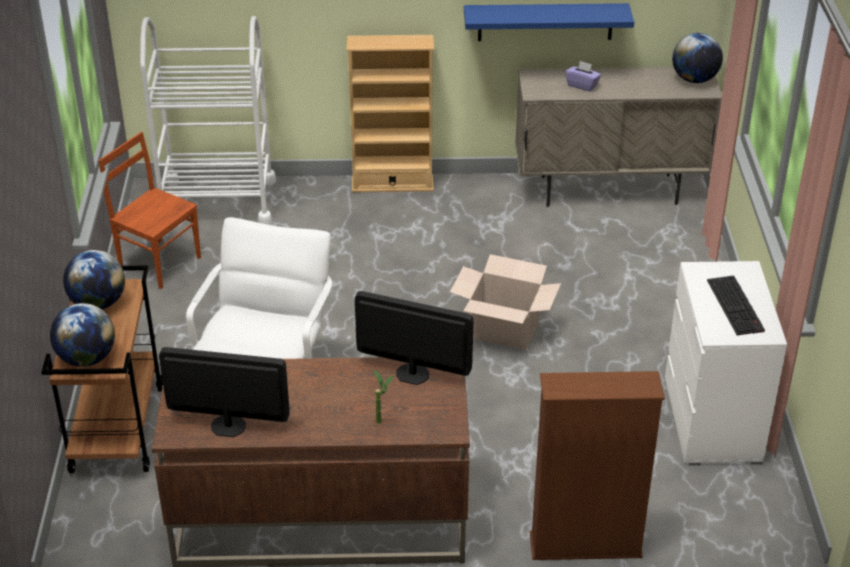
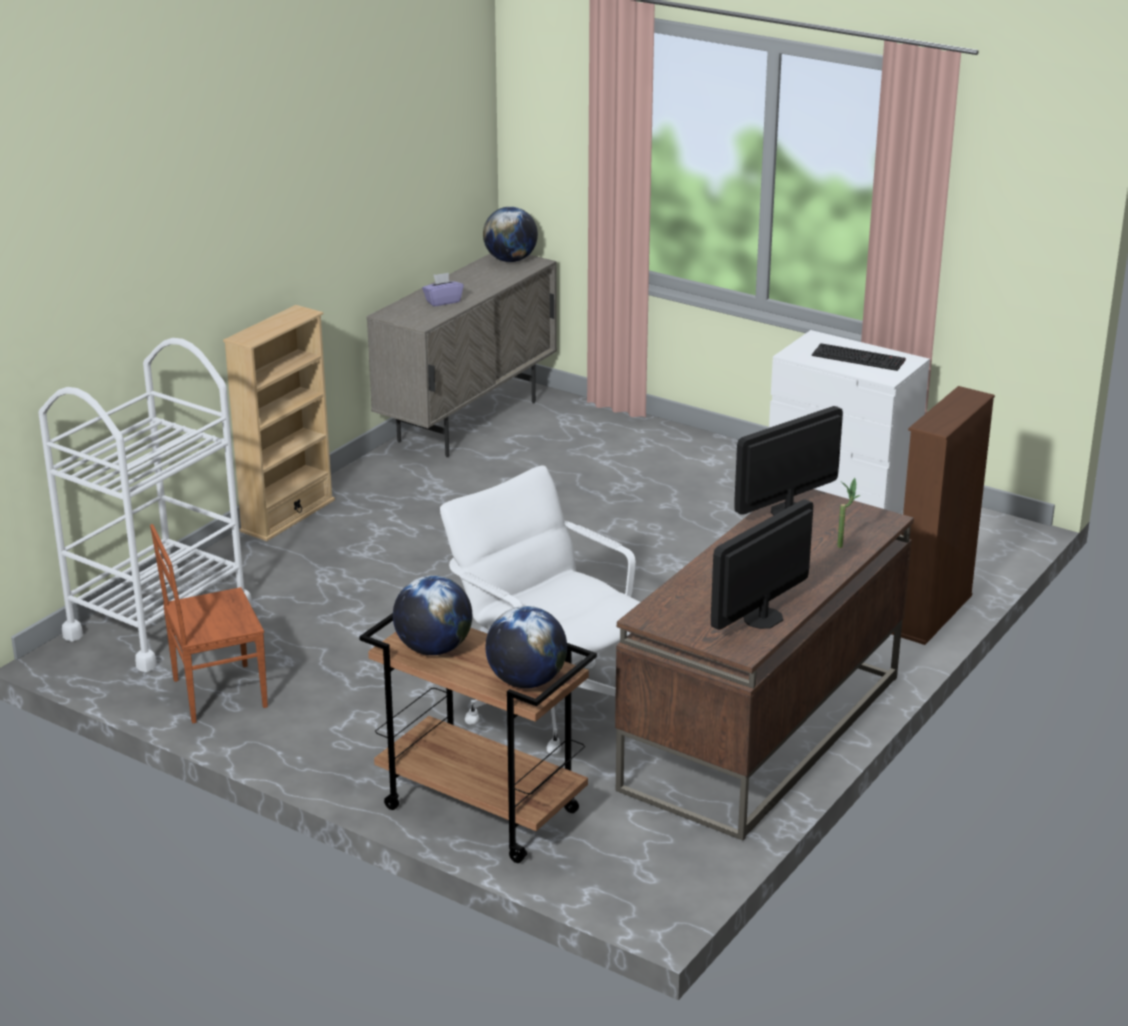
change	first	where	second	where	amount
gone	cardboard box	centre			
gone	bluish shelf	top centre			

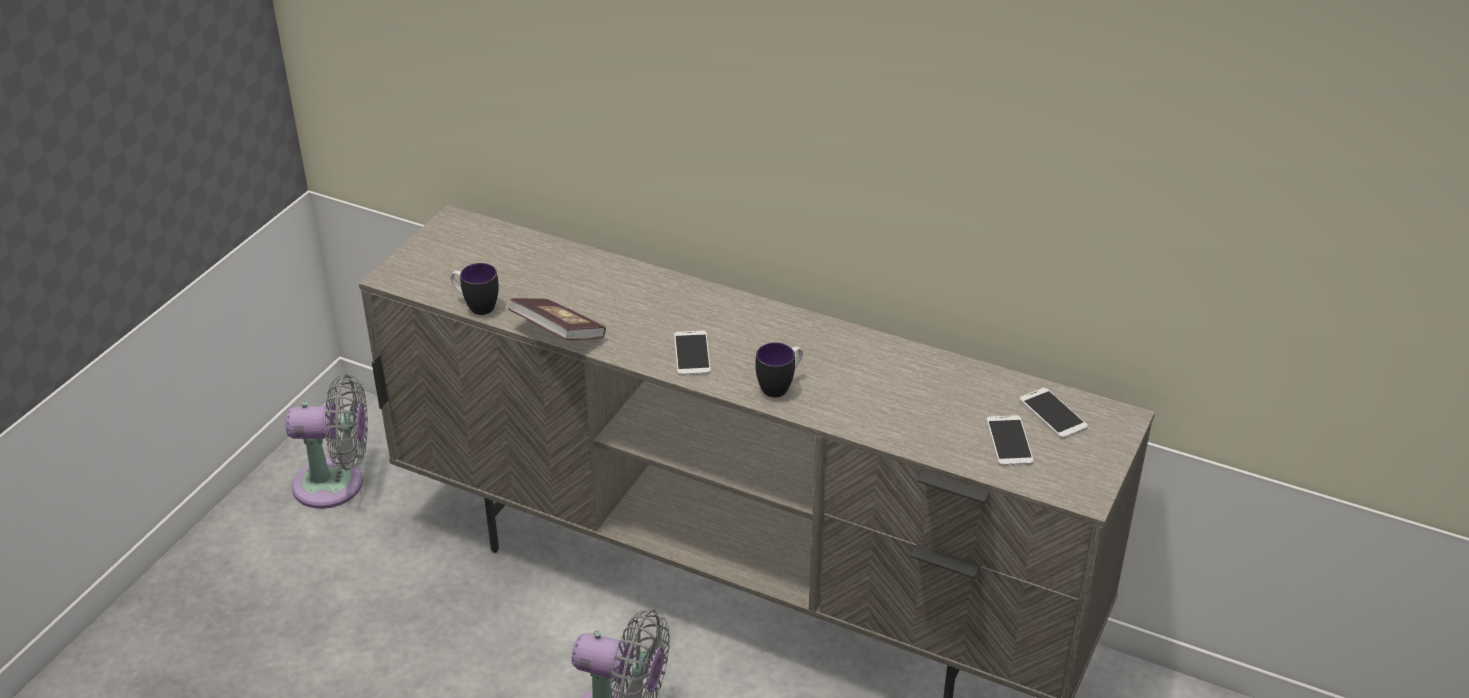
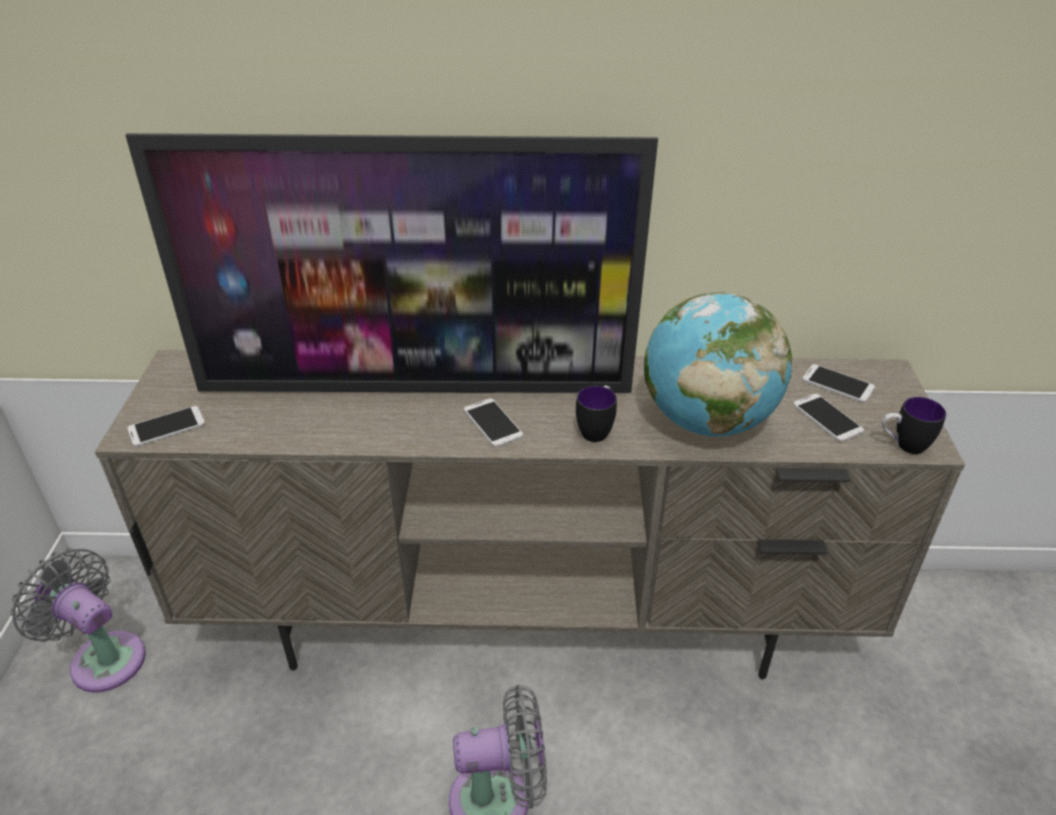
change	first	where	second	where	amount
rotated	greyish fan (no. 1 from left)	middle left		bottom left	120 degrees counterclockwise
shifted	coffee mug (no. 1 from left in the first image)	middle left	coffee mug (no. 2 from left)	middle right	
gone	bound book	centre			
new			television	top centre	
new			phone (no. 1 from left)	middle left	
new			globe	middle right	

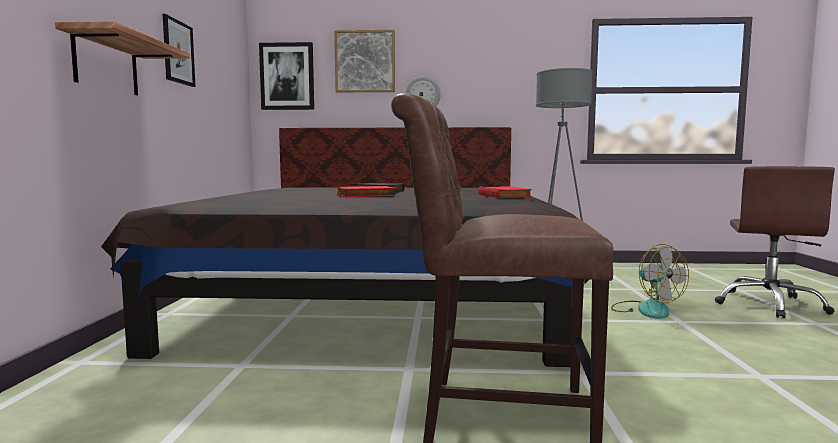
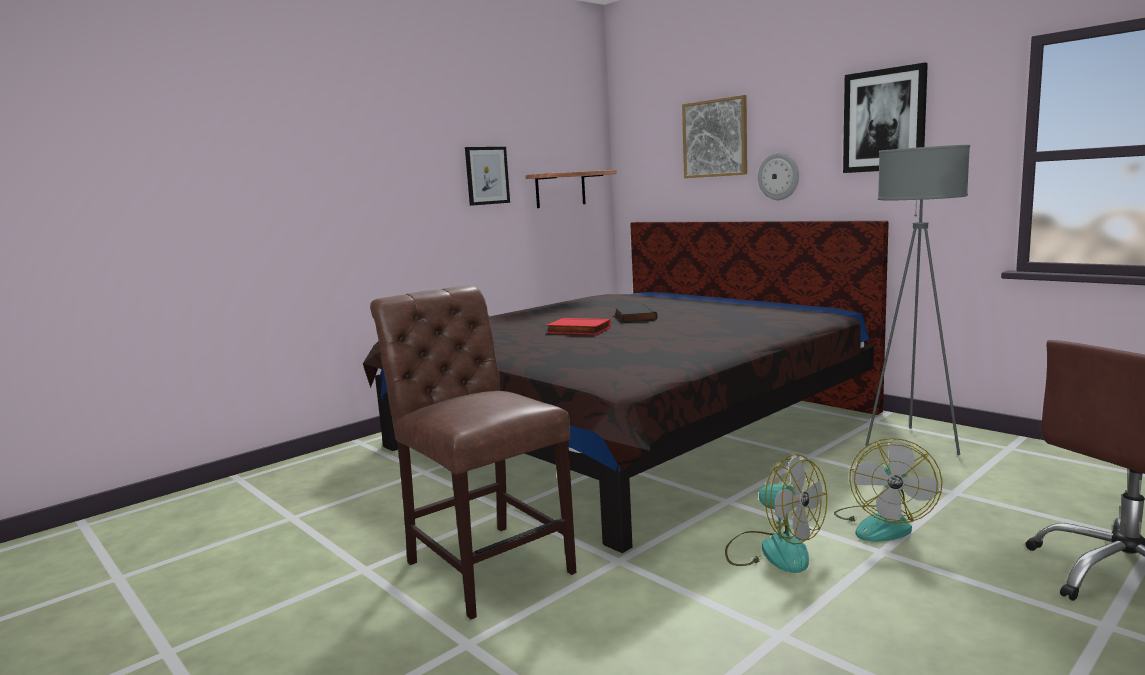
change	first	where	second	where	amount
shifted	shelf	top left		top centre	
shifted	wall art (no. 2 from left in the first image)	top centre	wall art (no. 3 from left)	top right	
gone	reddish bound book (no. 2 from left)	centre			
new			fan (no. 1 from left)	bottom right	

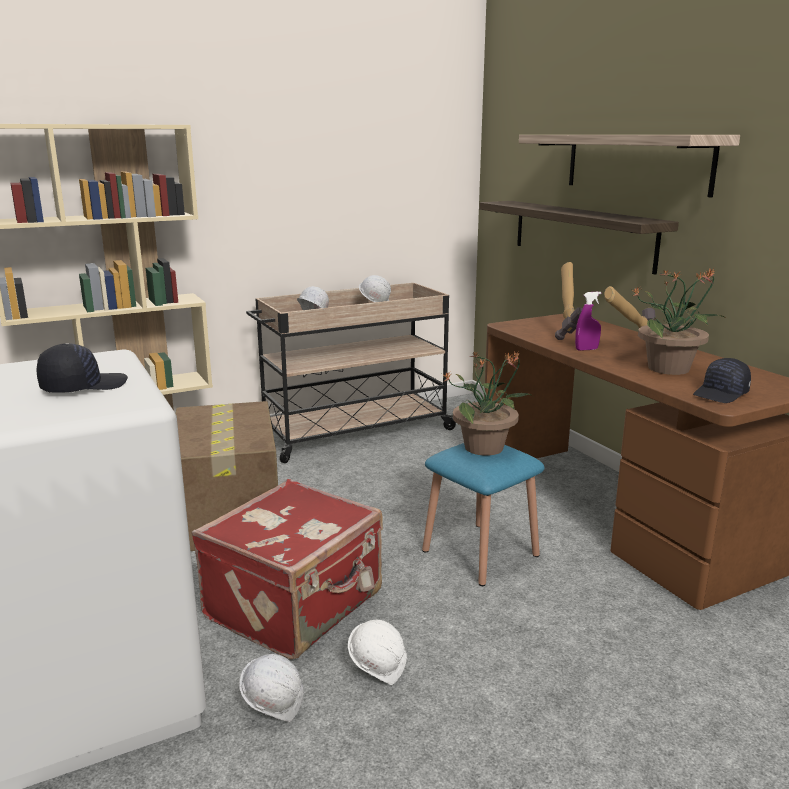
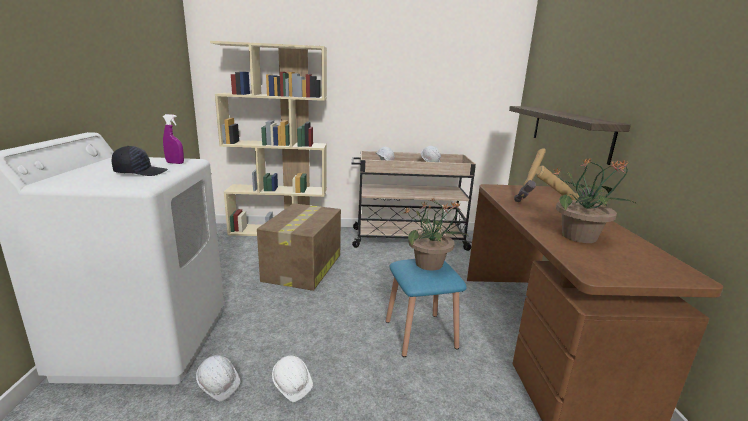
change	first	where	second	where	amount
gone	reddish travel case	bottom centre			
gone	shelf (no. 2 from left)	top right			
shifted	purplish sprayer	middle right		top left	
gone	black peaked cap (no. 2 from left)	middle right			

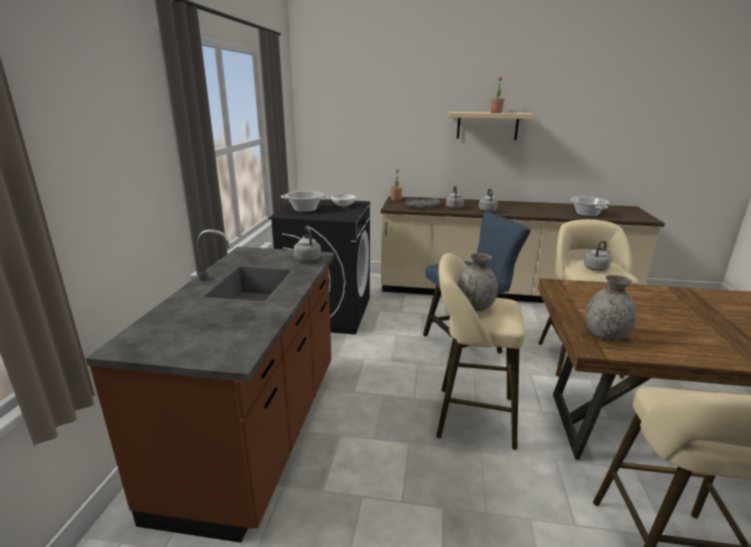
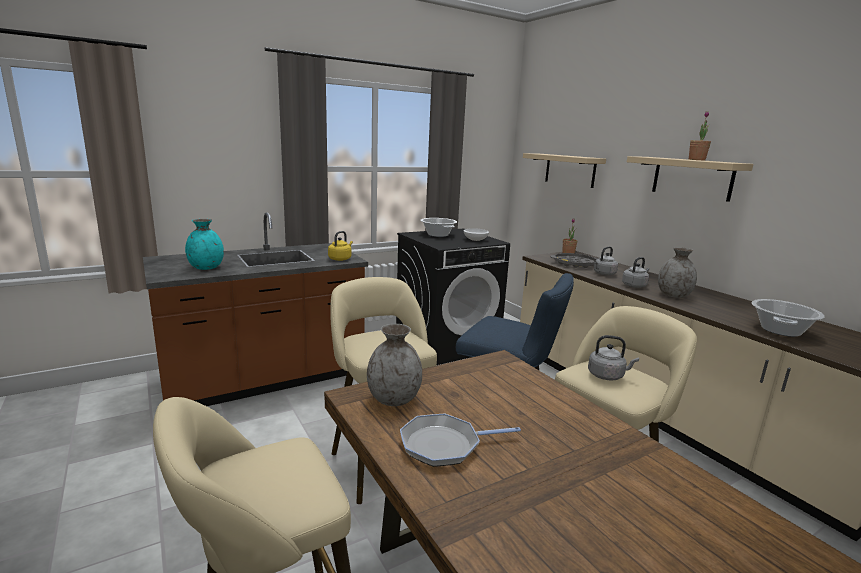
change	first	where	second	where	amount
repainted	greyish water kettle (no. 1 from left)	centre	yellowish water kettle	centre	
shifted	greyish vase (no. 1 from left in the first image)	centre	greyish vase (no. 2 from left)	middle right	
new			blue-green vase	middle left	
new			frying pan	bottom centre	
new			beige-coloured shelf (no. 1 from left)	top centre	

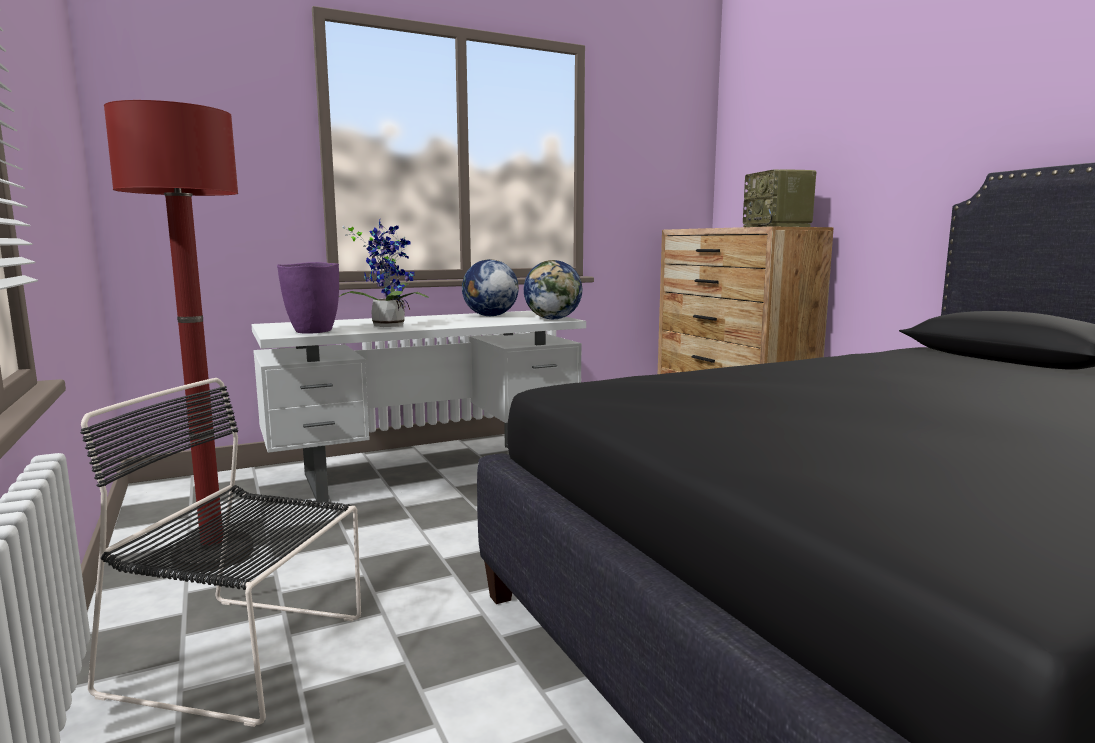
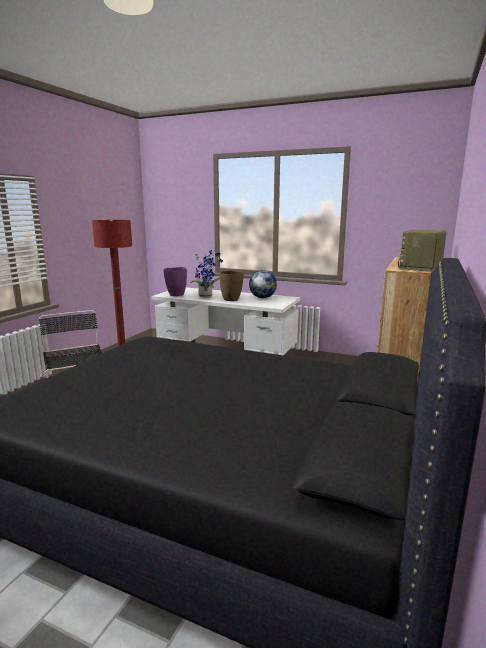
change	first	where	second	where	amount
gone	globe (no. 2 from left)	centre			
new			brown vase	centre	

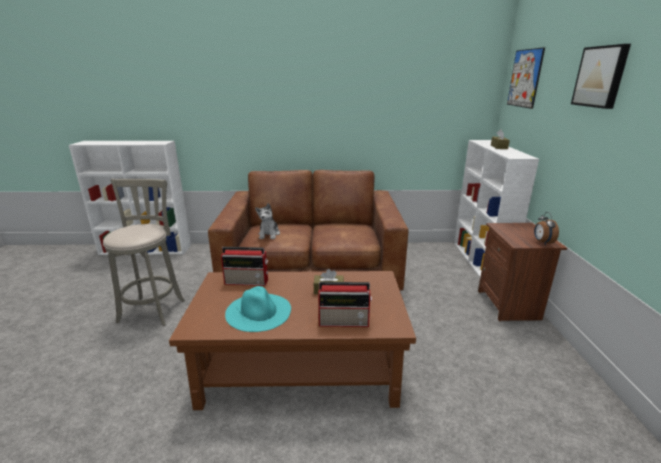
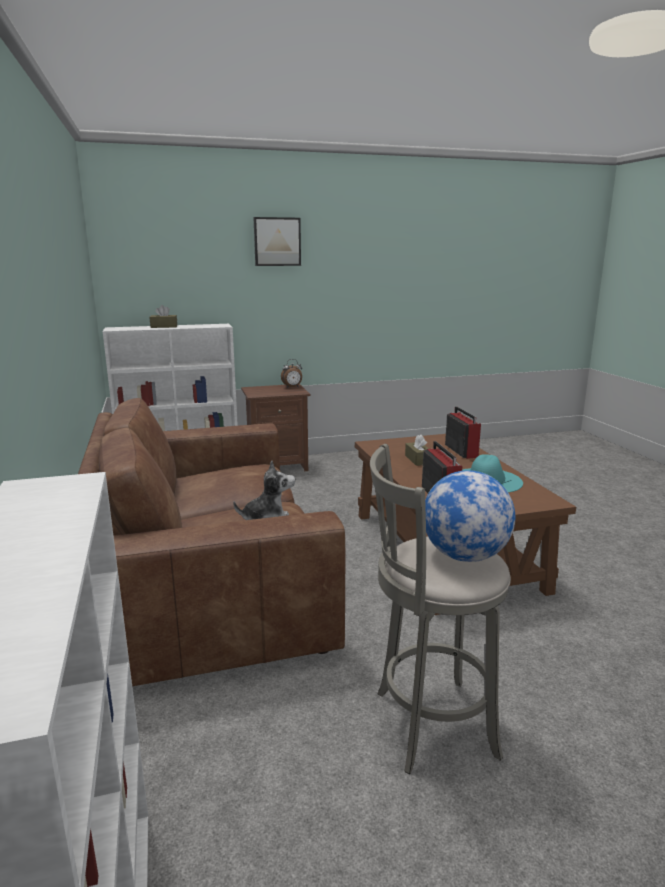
change	first	where	second	where	amount
gone	wall art (no. 1 from left)	top right			
new			globe	middle right	

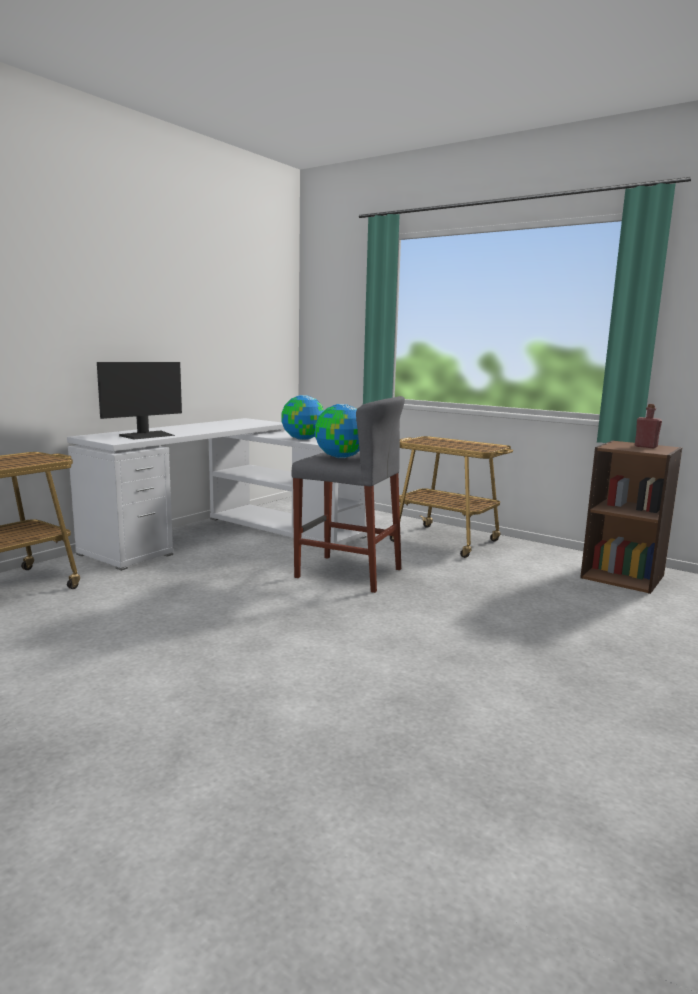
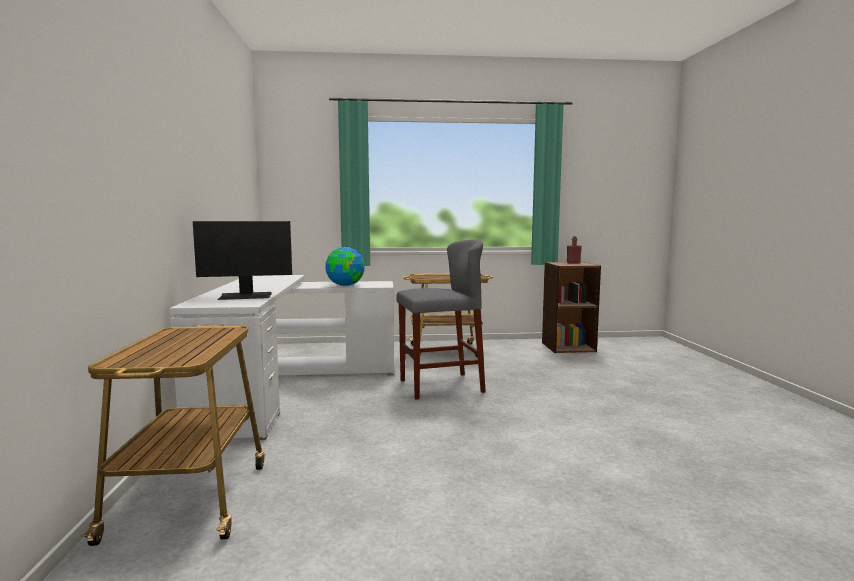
change	first	where	second	where	amount
rotated	computer screen	middle left		middle left	75 degrees clockwise
gone	globe (no. 2 from left)	centre			

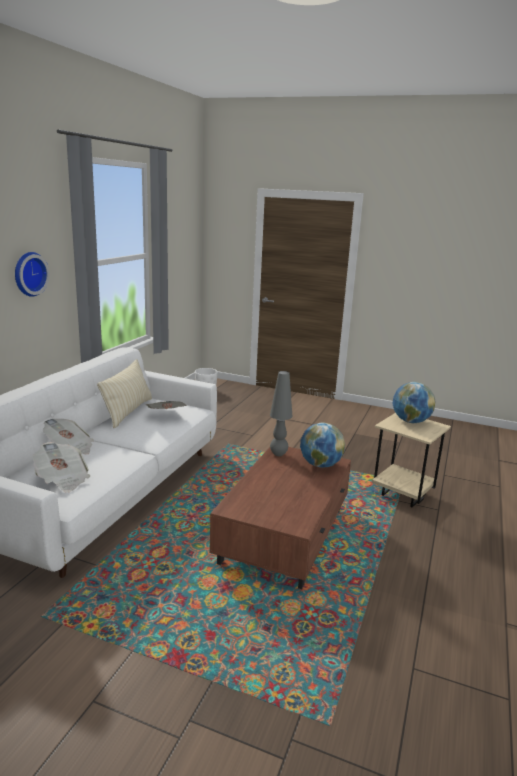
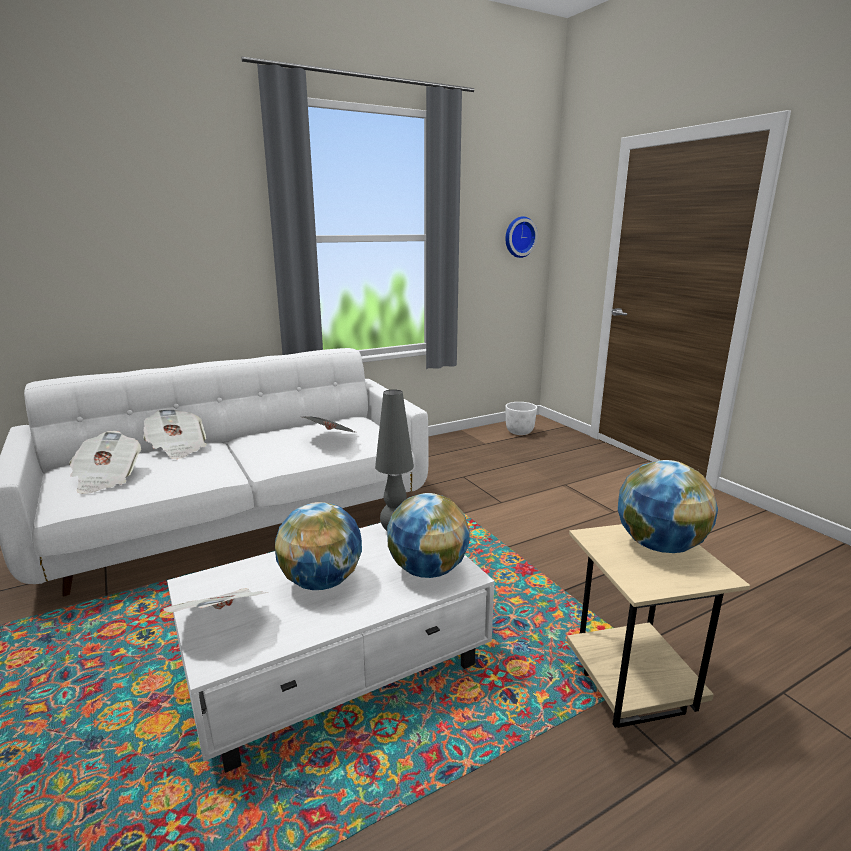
change	first	where	second	where	amount
shifted	clock on the wall	middle left		top centre	
gone	beige-coloured cushion	middle left			
repainted	brown lounge table	bottom centre	white-coloured lounge table	bottom centre	
new			printed paper (no. 3 from left)	bottom left	
new			globe (no. 1 from left)	centre	

